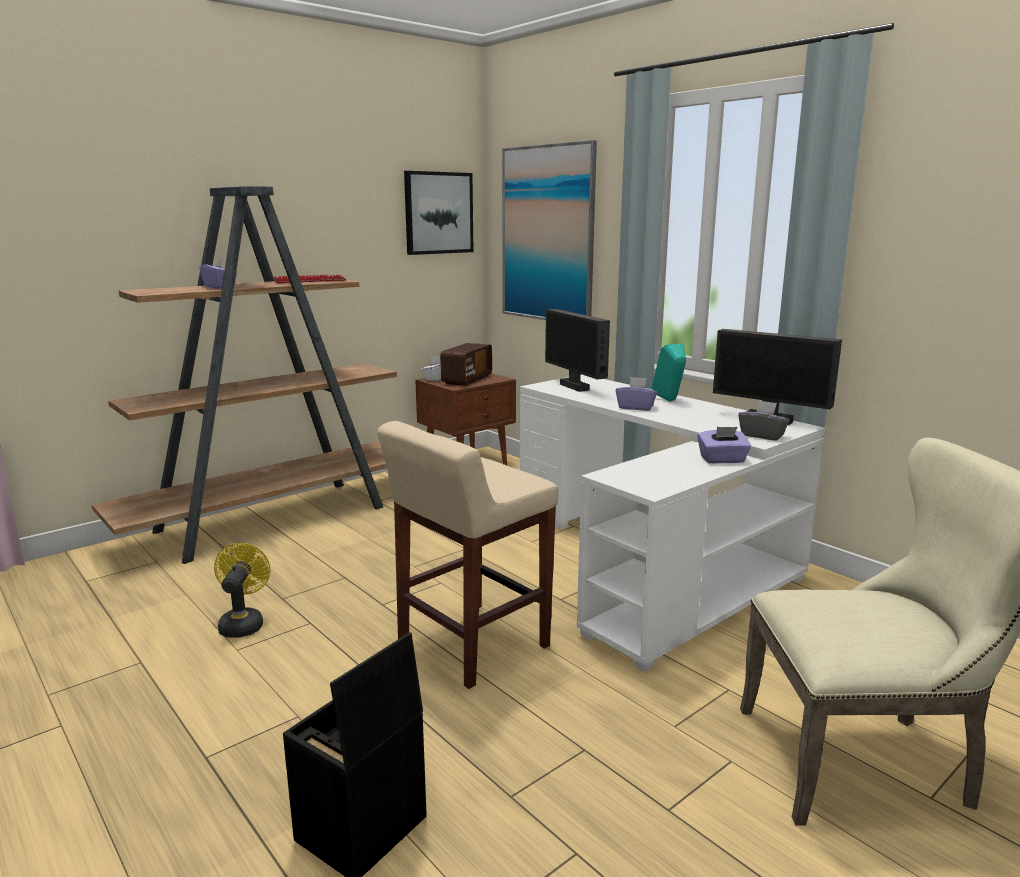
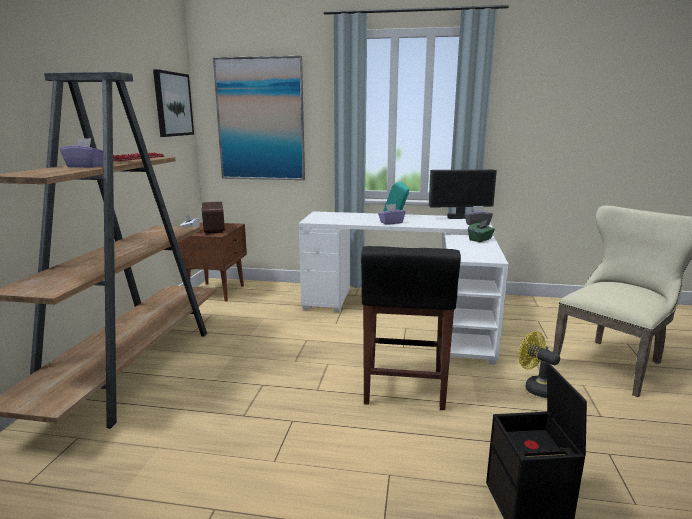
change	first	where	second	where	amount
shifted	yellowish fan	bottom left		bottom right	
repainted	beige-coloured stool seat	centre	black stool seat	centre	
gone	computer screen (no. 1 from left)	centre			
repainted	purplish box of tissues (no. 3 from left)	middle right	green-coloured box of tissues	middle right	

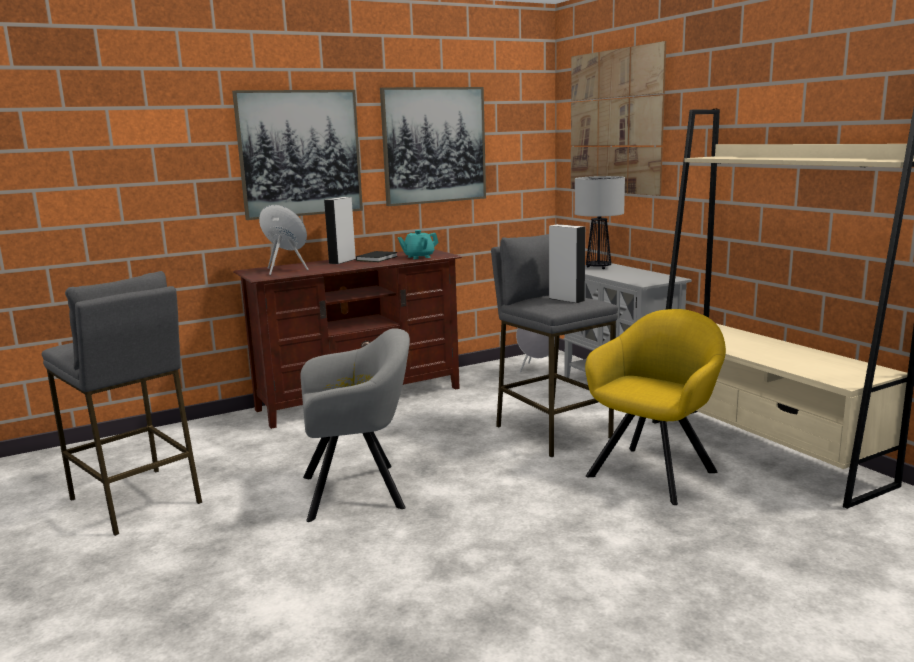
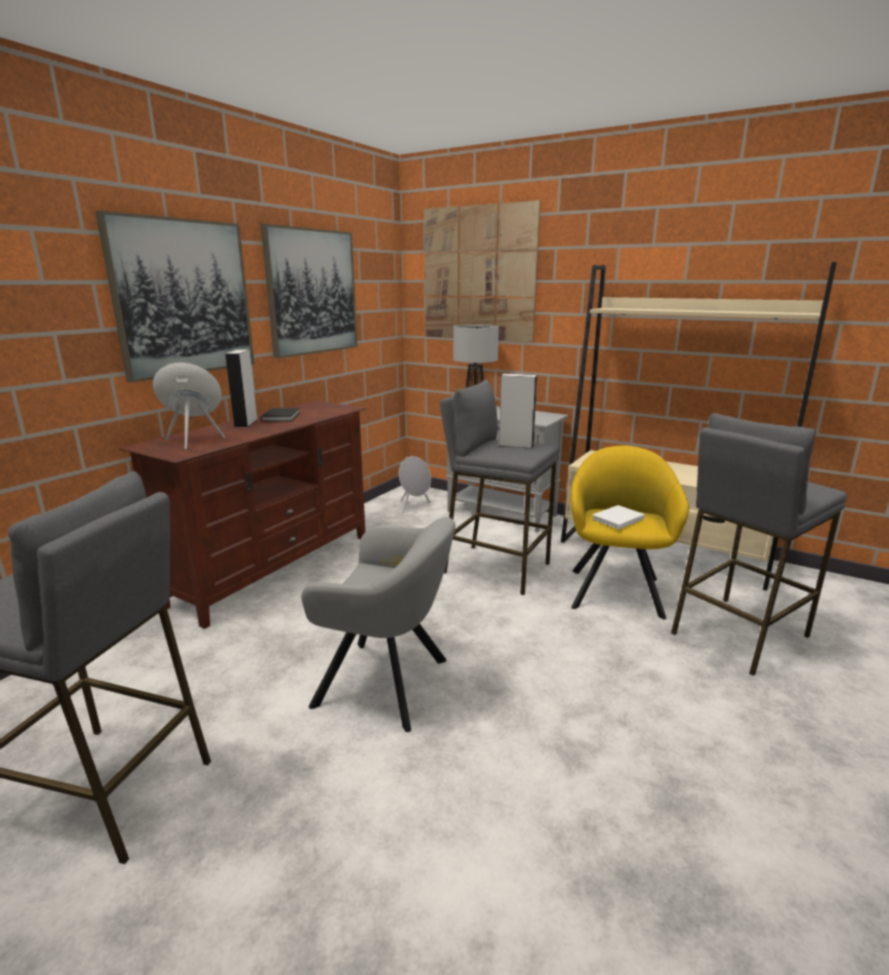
change	first	where	second	where	amount
rotated	greyish easy chair	centre		centre	60 degrees clockwise
gone	blue-green pot for tea	centre			
new			white-coloured bound book	middle right	
new			greyish stool seat (no. 3 from left)	middle right	

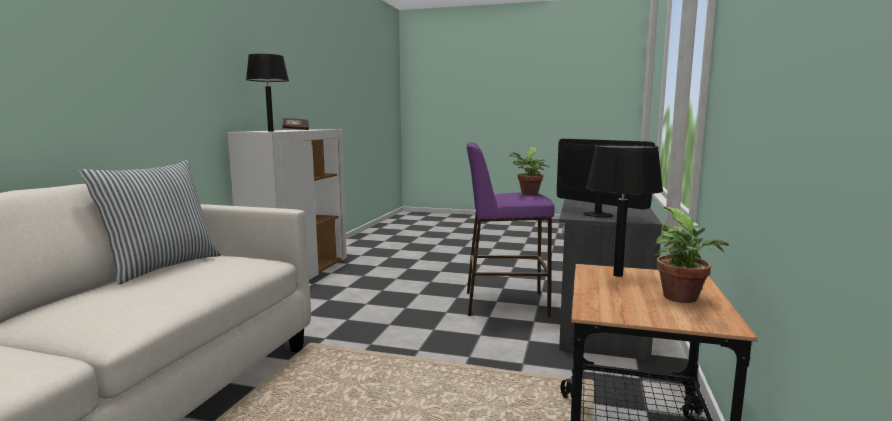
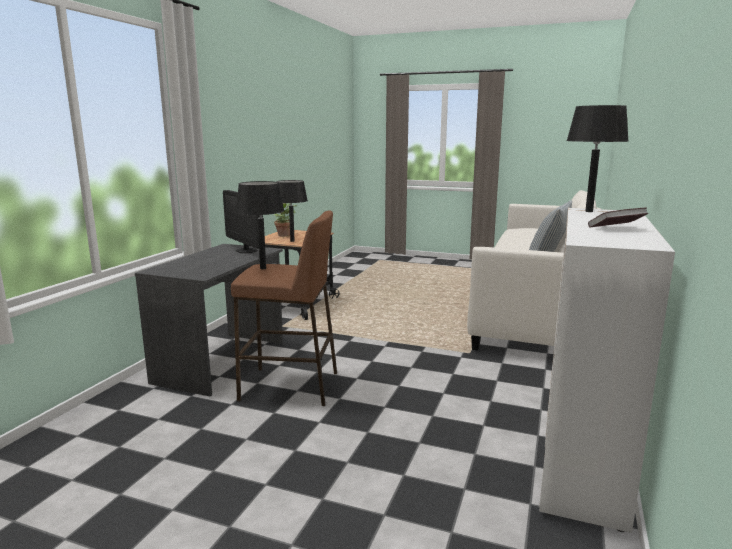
change	first	where	second	where	amount
repainted	purplish stool seat	centre	brown stool seat	centre	
swapped	potted plant (no. 1 from left)	centre	black tabletop lamp (no. 1 from left)	centre	

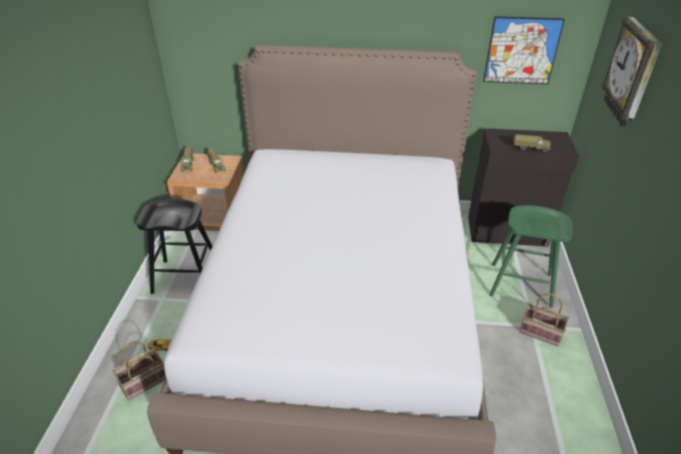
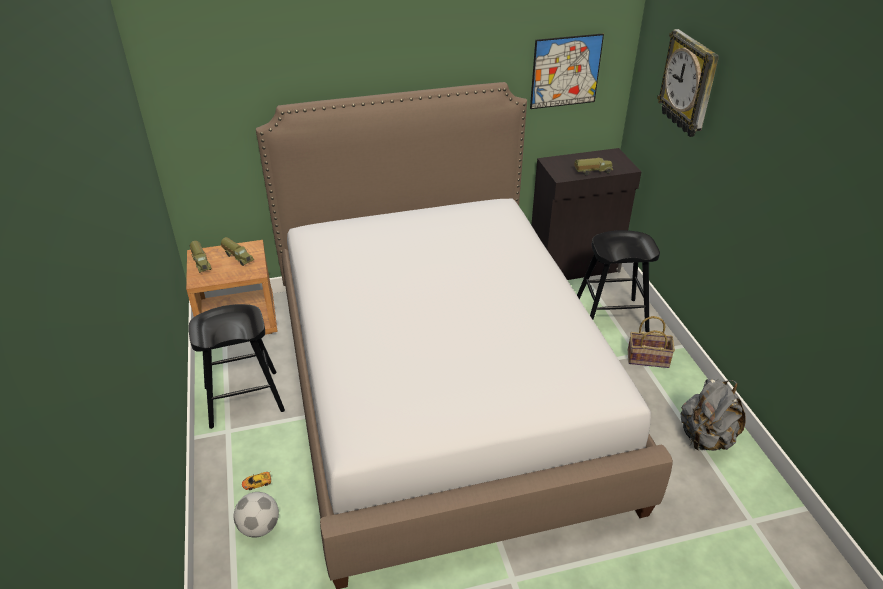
change	first	where	second	where	amount
swapped	basket (no. 1 from left)	bottom left	ball for football	bottom left	
repainted	green-coloured stool seat	middle right	black stool seat (no. 2 from left)	middle right	
new			greyish rucksack	bottom right	

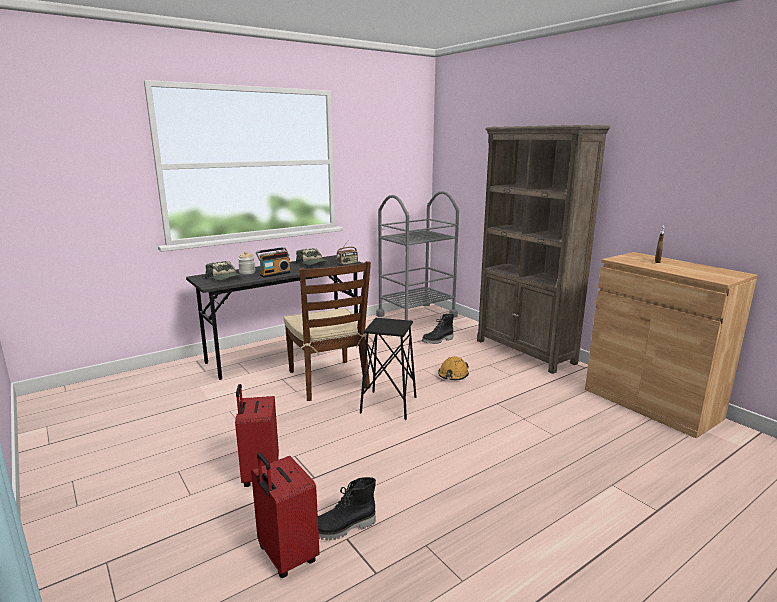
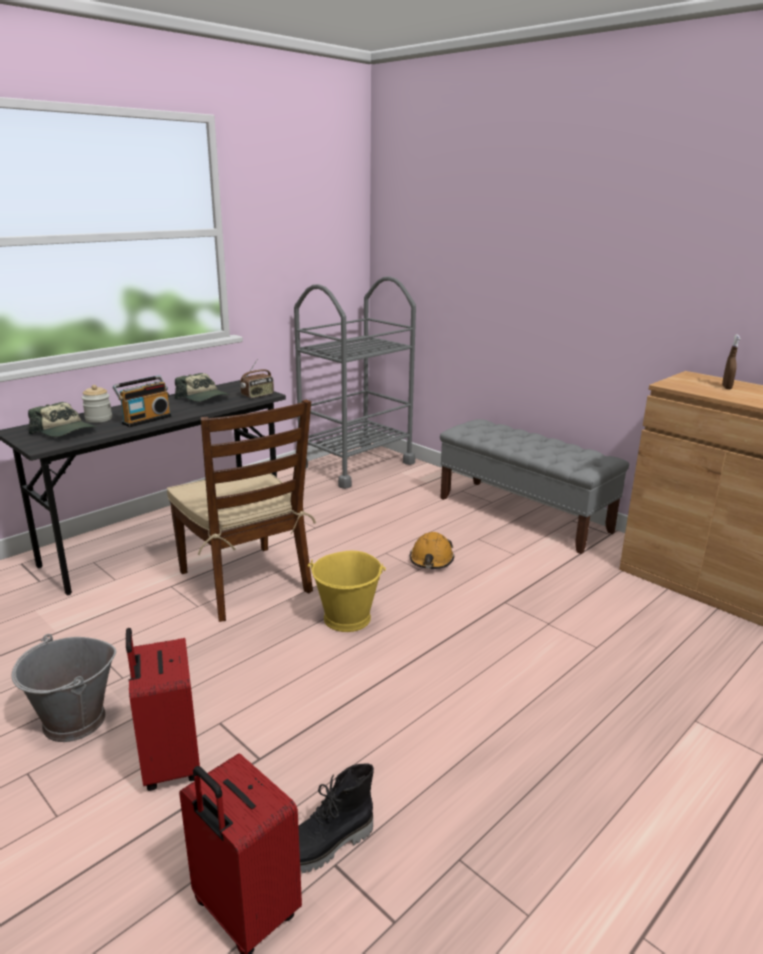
change	first	where	second	where	amount
swapped	black stool seat	centre	yellowish pail	centre	
gone	black high-top boot (no. 2 from left)	centre			
swapped	brown shelving unit	middle right	greyish indoor bench	middle right	
new			greyish pail	bottom left	

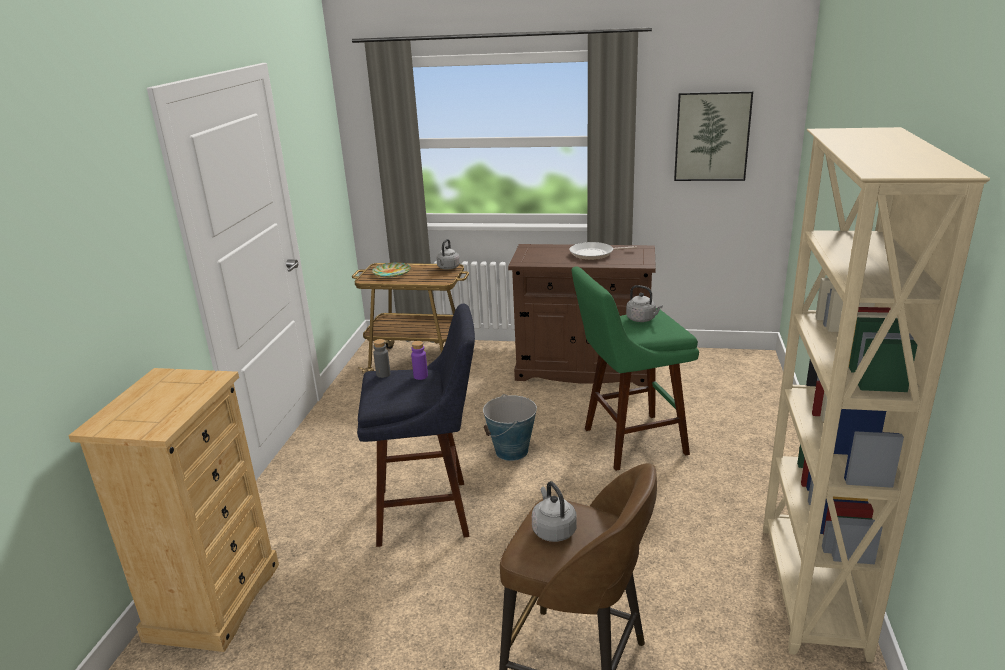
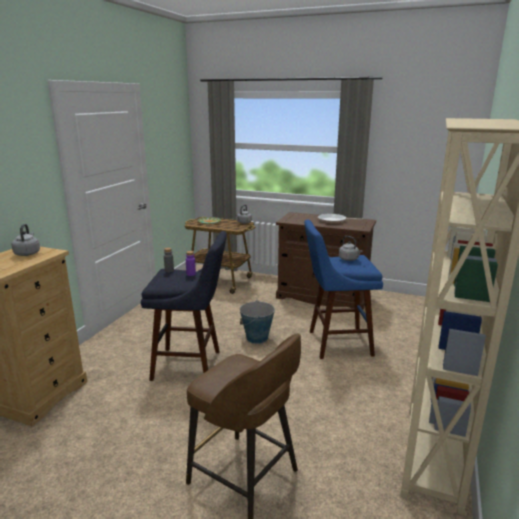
change	first	where	second	where	amount
shifted	greyish water kettle (no. 2 from left in the first image)	bottom centre	greyish water kettle (no. 1 from left)	middle left	
repainted	green-coloured stool seat	centre	bluish stool seat (no. 2 from left)	centre	
gone	wall art	top right			

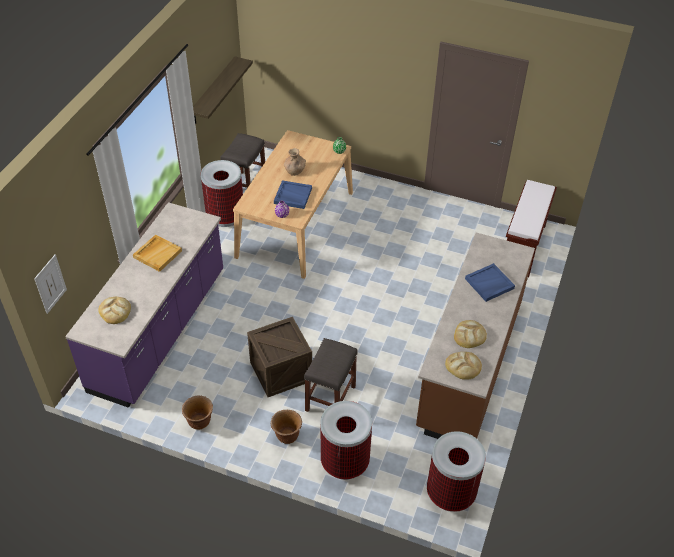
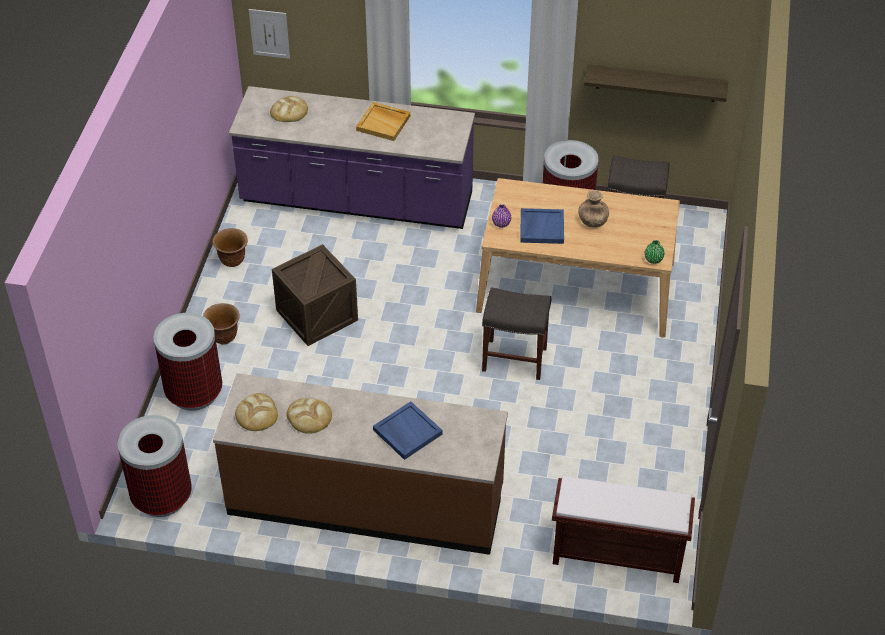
change	first	where	second	where	amount
shifted	greyish stool seat (no. 2 from left in the first image)	bottom centre	greyish stool seat (no. 1 from left)	centre	

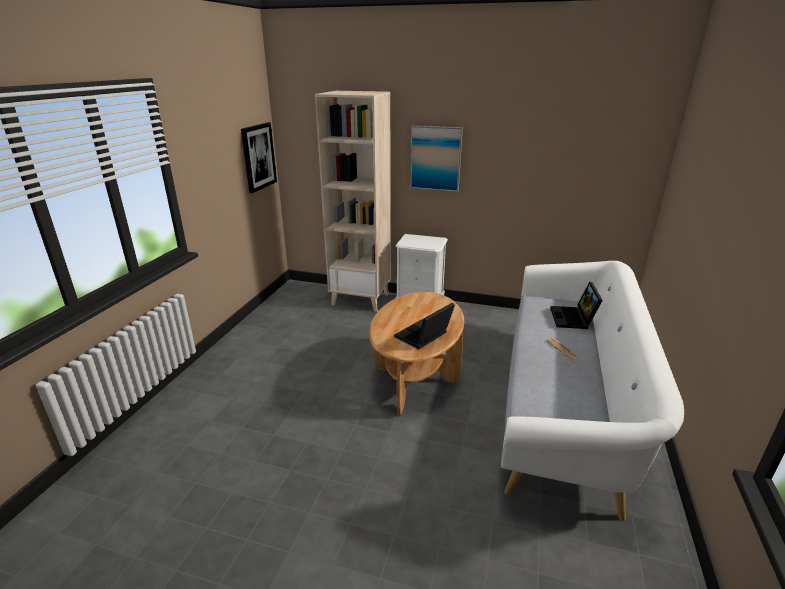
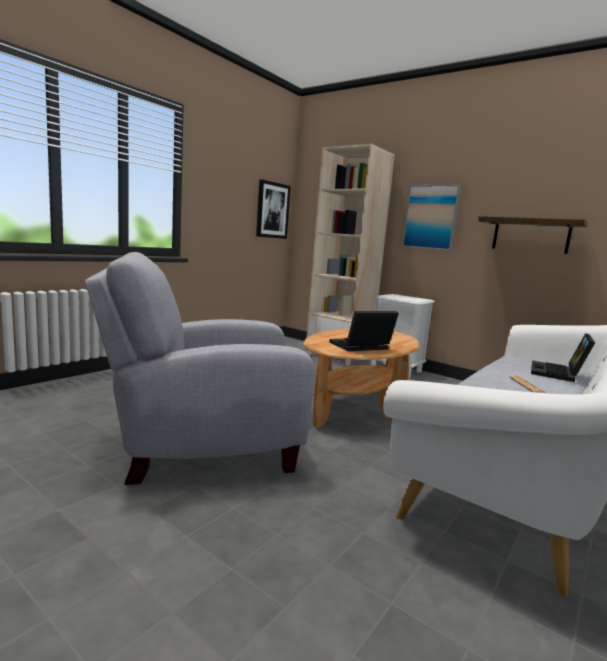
change	first	where	second	where	amount
new			greyish easy chair	middle left	
new			shelf	middle right	

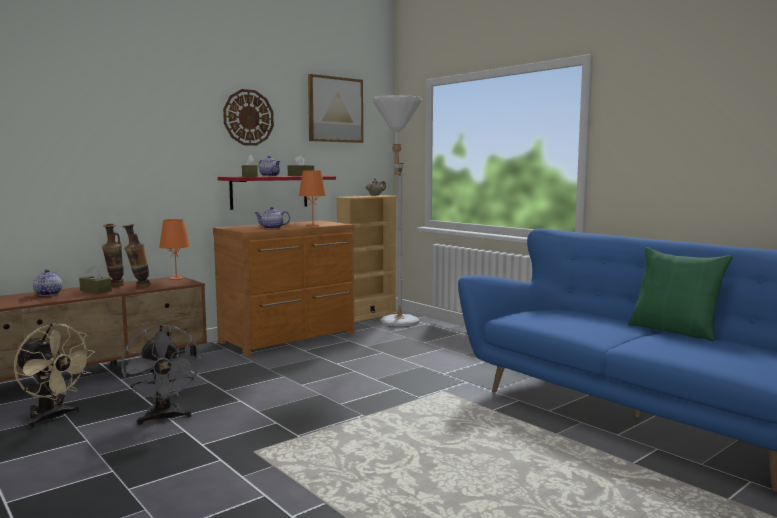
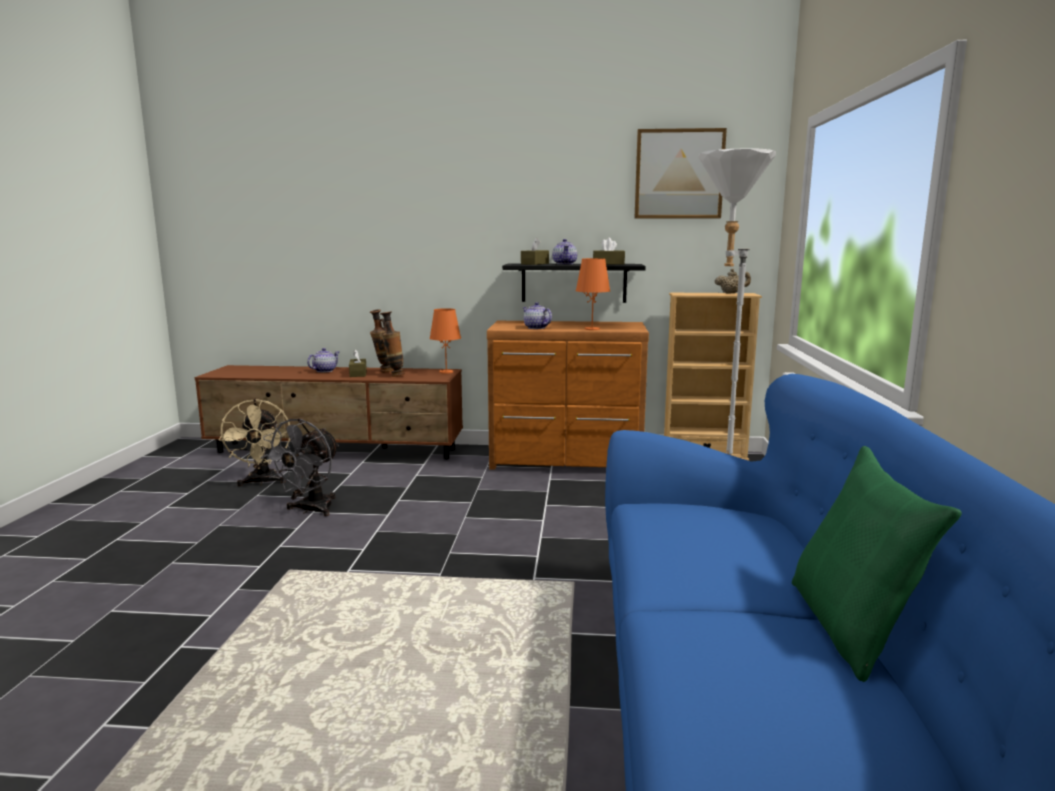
change	first	where	second	where	amount
repainted	reddish shelf	centre	black shelf	centre	
gone	clock on the wall	top left			

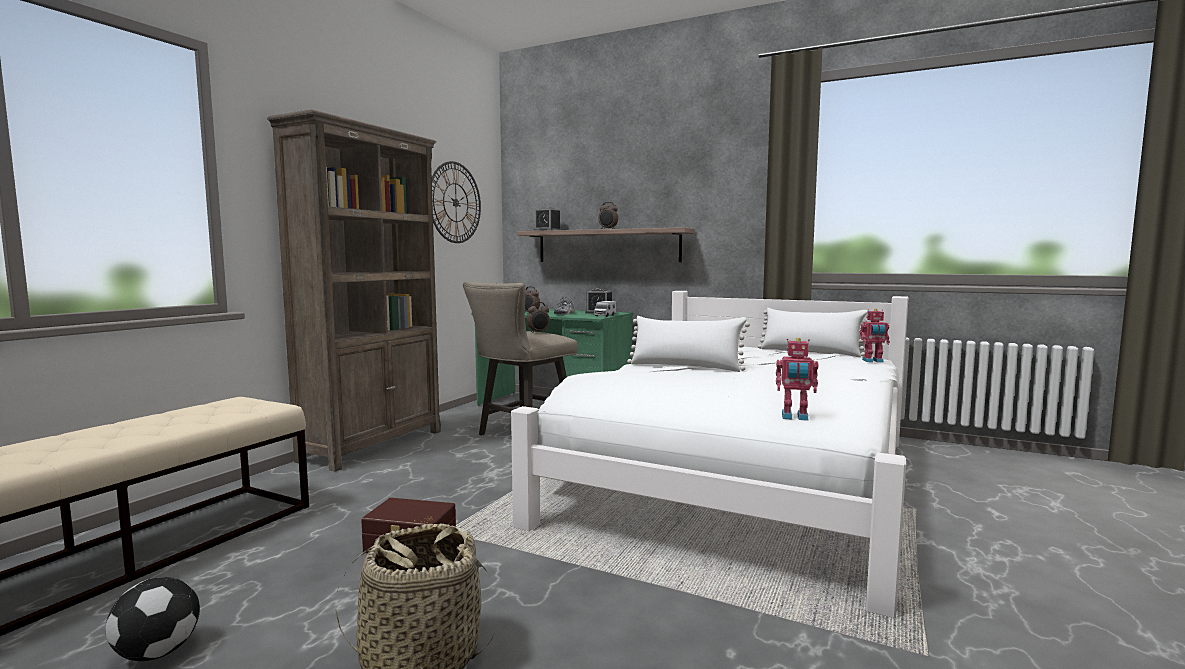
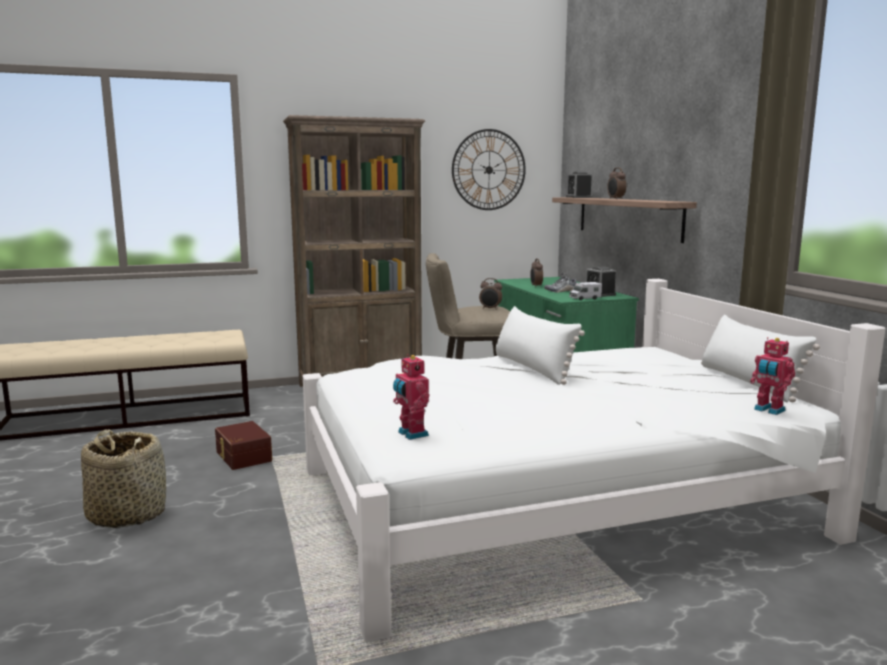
change	first	where	second	where	amount
gone	ball for football	bottom left			

